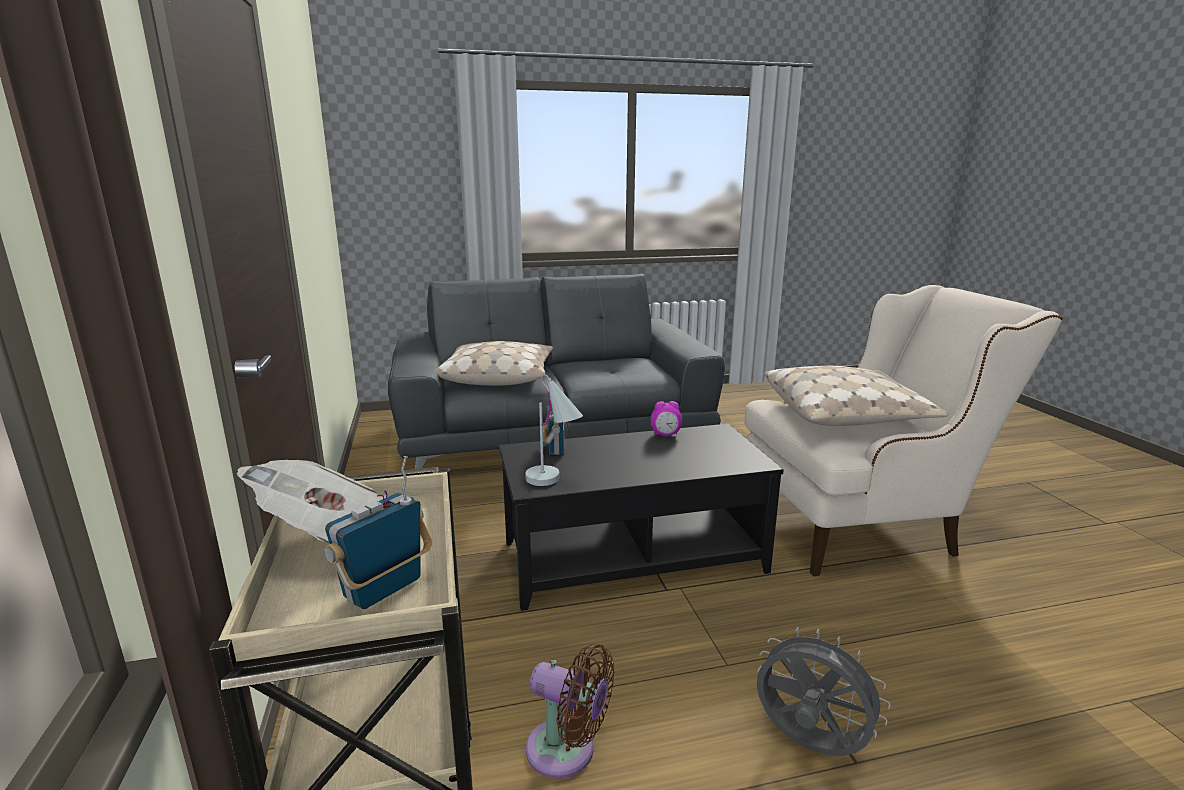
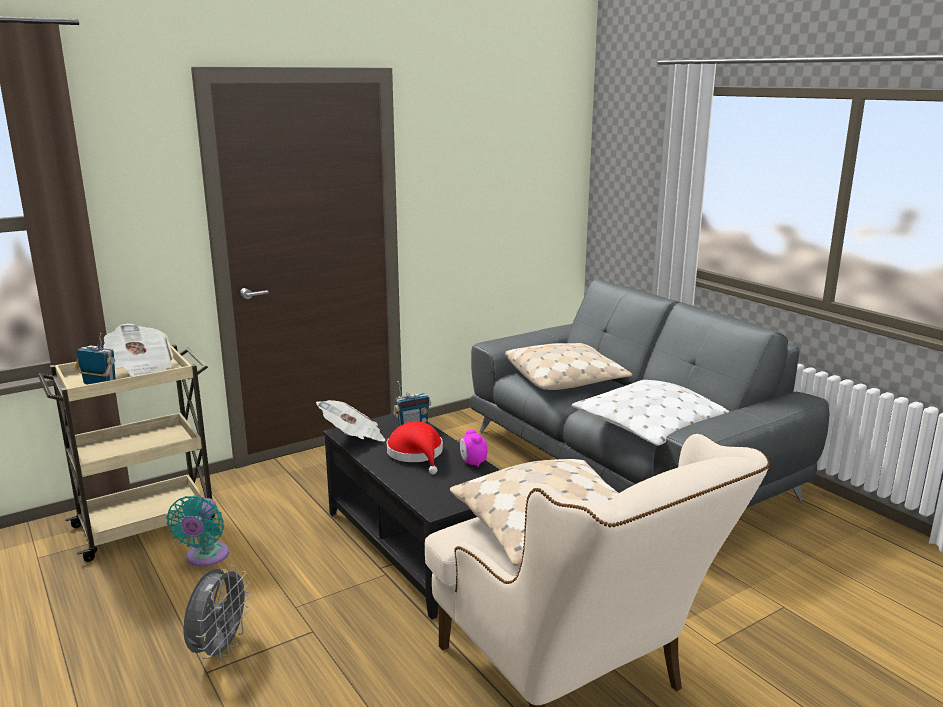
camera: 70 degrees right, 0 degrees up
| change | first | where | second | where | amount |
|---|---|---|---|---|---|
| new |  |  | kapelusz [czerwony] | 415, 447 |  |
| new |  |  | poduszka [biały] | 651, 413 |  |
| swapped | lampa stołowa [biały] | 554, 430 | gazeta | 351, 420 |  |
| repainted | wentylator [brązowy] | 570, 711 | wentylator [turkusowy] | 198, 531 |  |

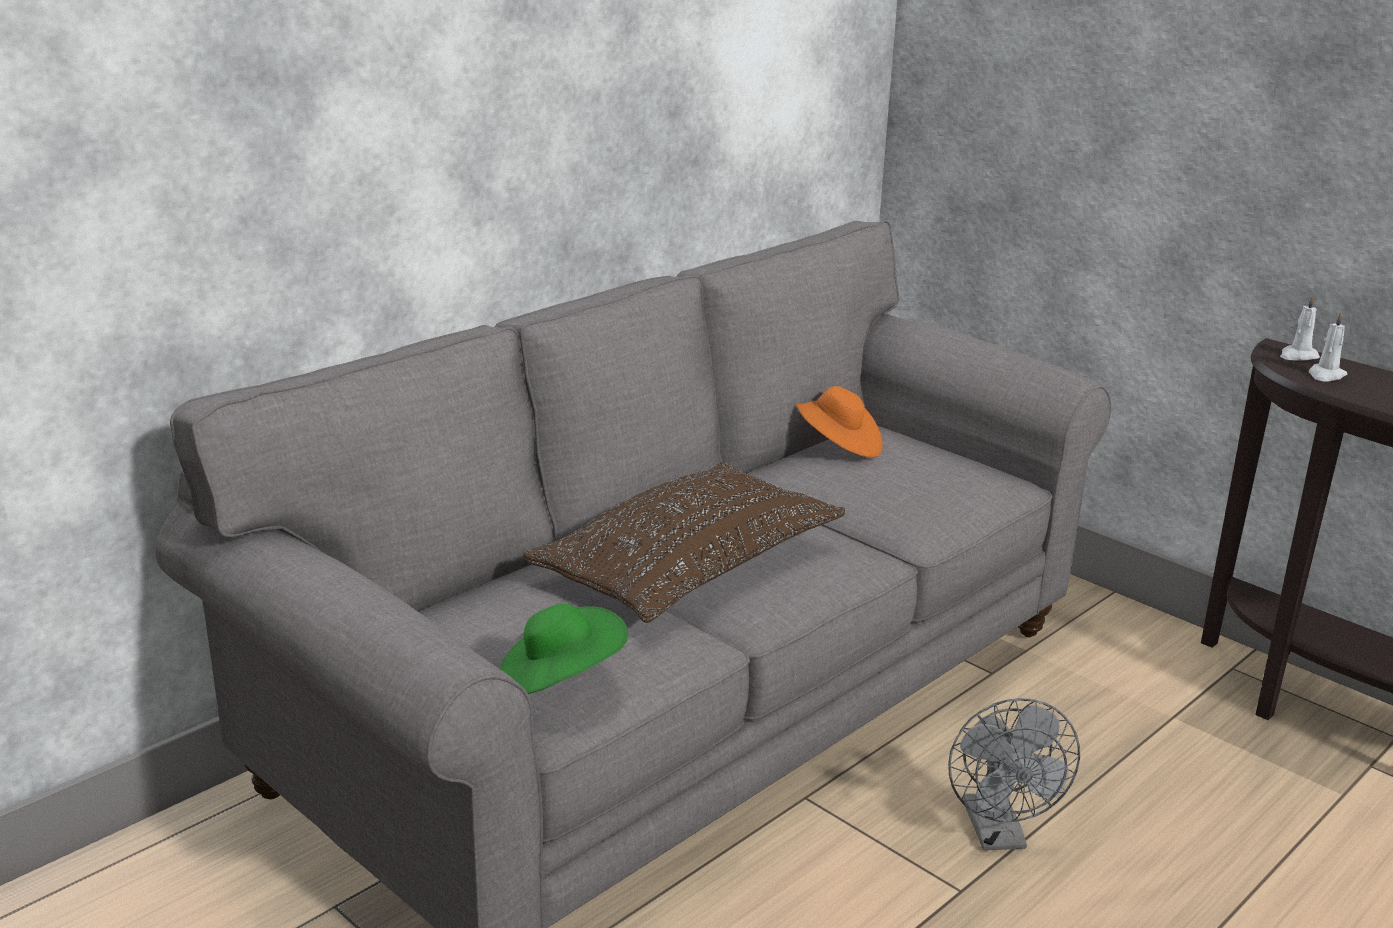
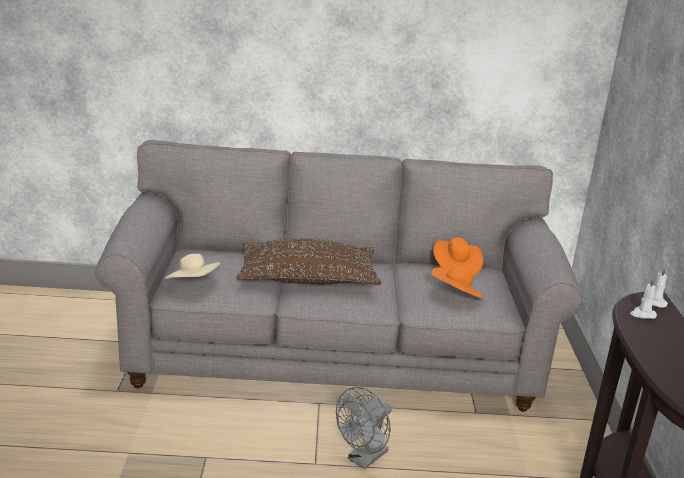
camera: 45 degrees right, 0 degrees up
| change | first | where | second | where | amount |
|---|---|---|---|---|---|
| new |  |  | kapelusz [pomarańczowy] | 457, 282 |  |
| repainted | kapelusz [zielony] | 564, 649 | kapelusz [beżowy] | 192, 266 |  |

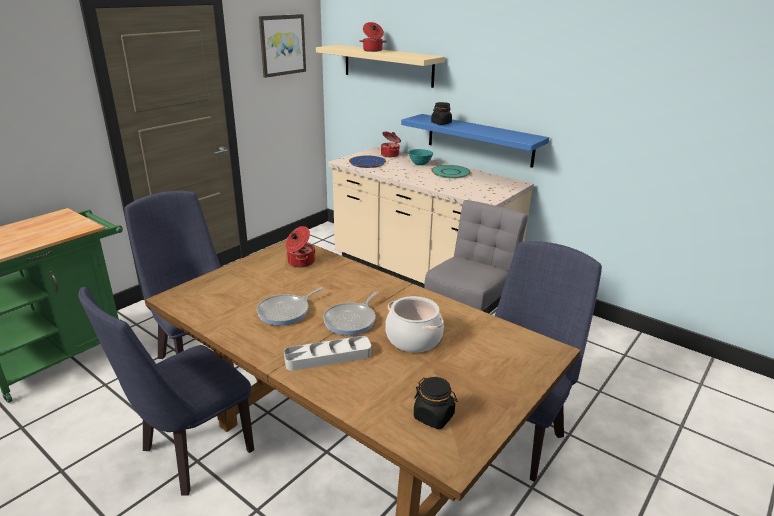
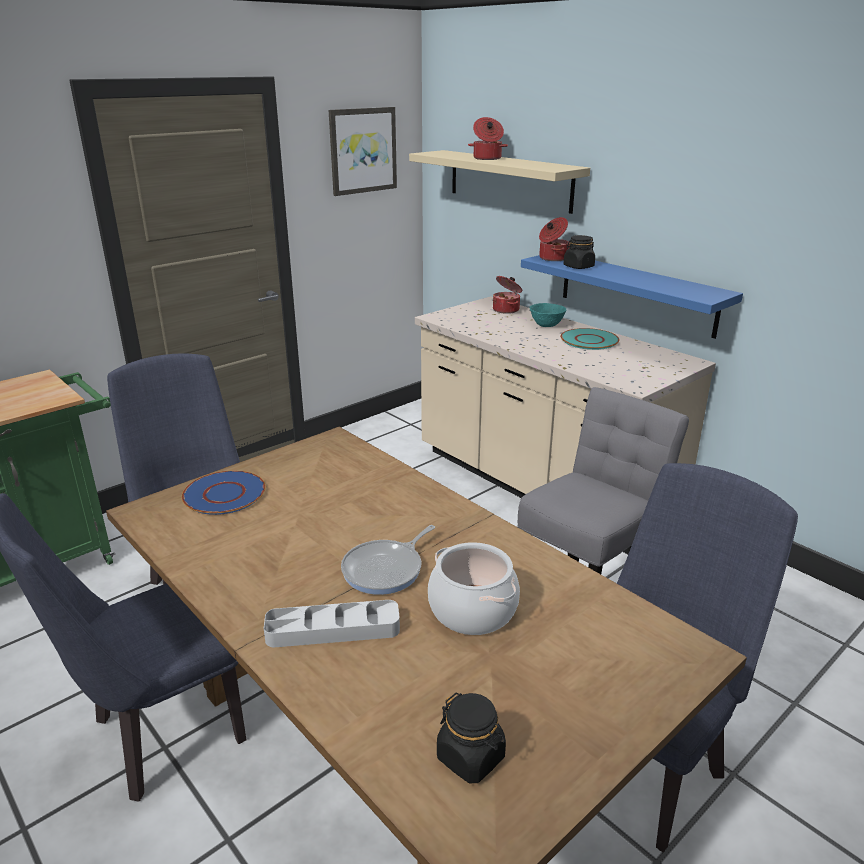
camera: 10 degrees right, 0 degrees up
| change | first | where | second | where | amount |
|---|---|---|---|---|---|
| gone | patelnia | 290, 306 |  |  |  |
| shifted | garnek | 301, 247 |  | 554, 239 |  |
| shifted | talerz [niebieski] | 367, 161 |  | 224, 493 |  |

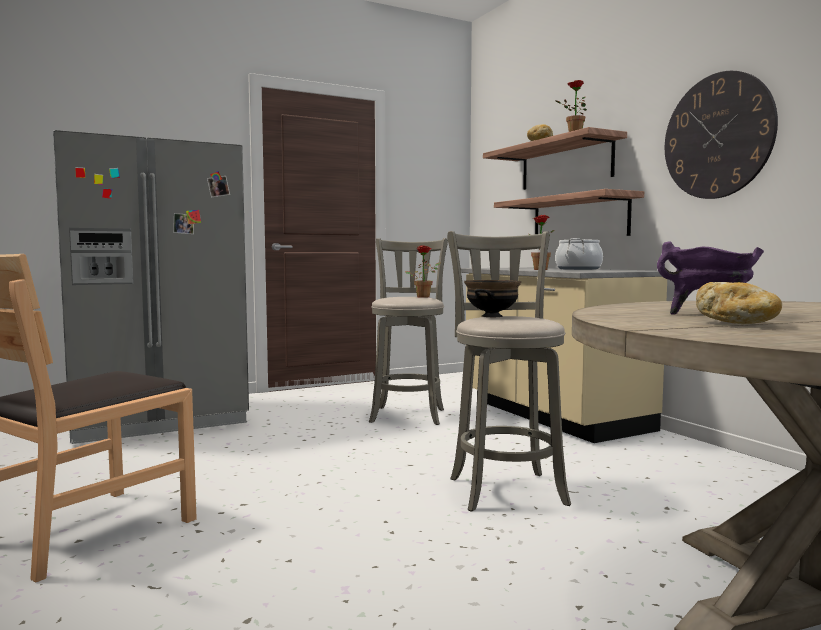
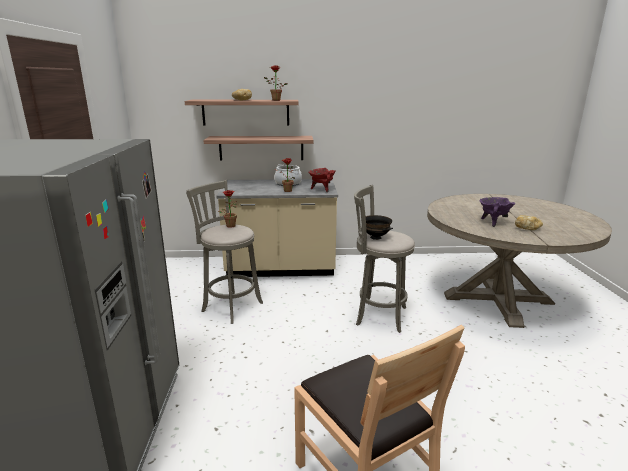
camera: 65 degrees left, 15 degrees up
| change | first | where | second | where | amount |
|---|---|---|---|---|---|
| gone | zegar ścienny | 721, 135 |  |  |  |
| new |  |  | garnek [czerwony] | 321, 180 |  |

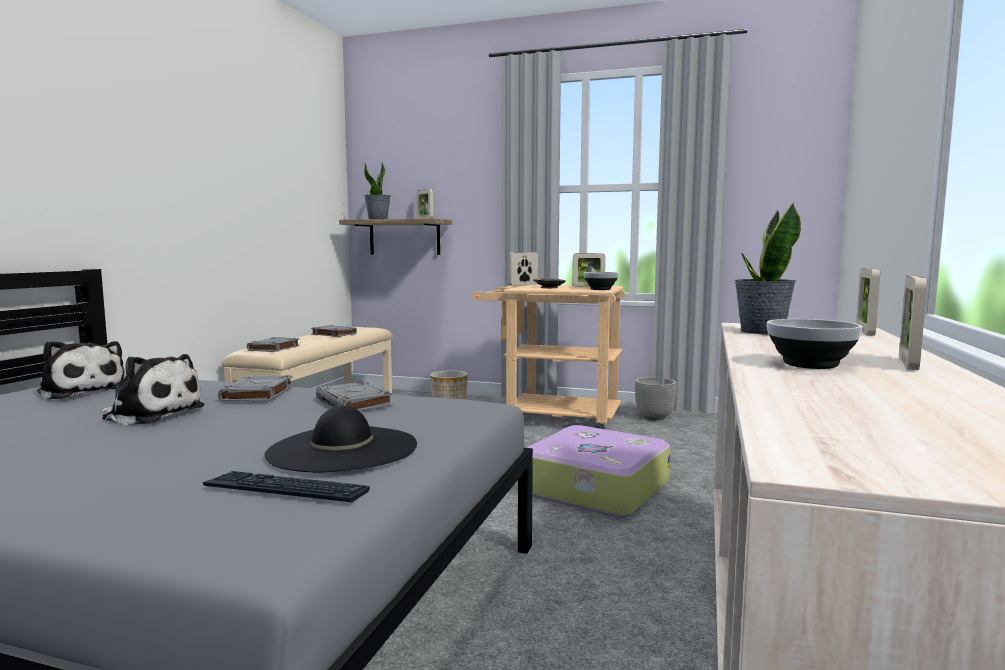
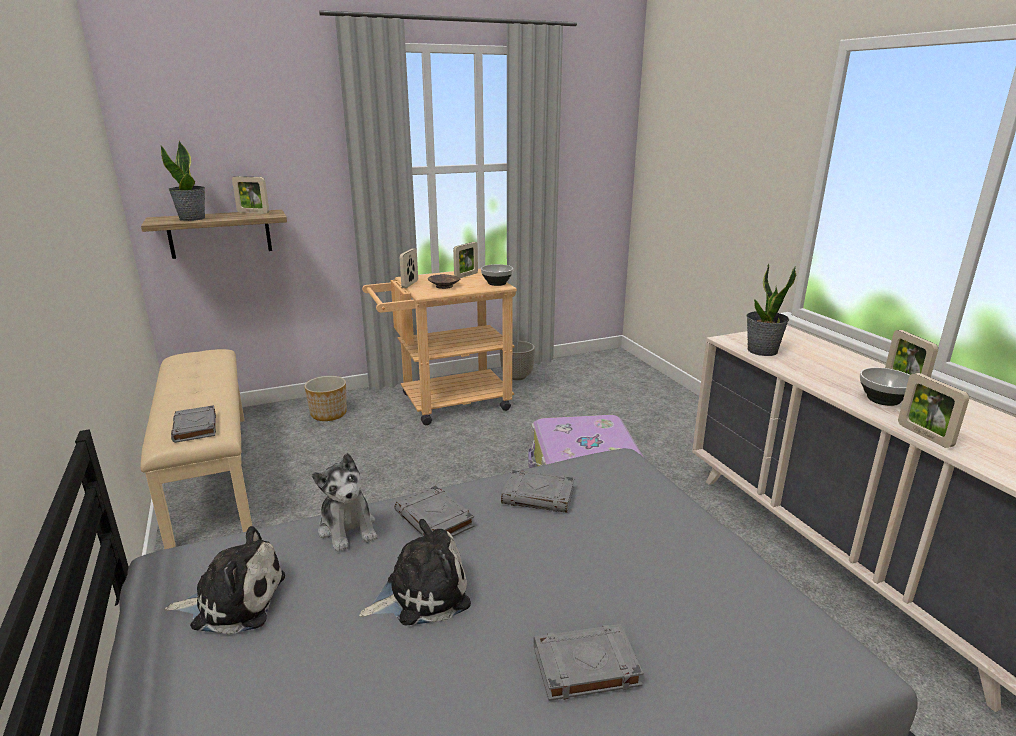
camera: 40 degrees left, 15 degrees up
| change | first | where | second | where | amount |
|---|---|---|---|---|---|
| gone | klawiatura | 286, 486 |  |  |  |
| gone | kapelusz [czarny] | 341, 439 |  |  |  |
| new |  |  | pluszak | 344, 502 |  |
| shifted | książka [szary] | 334, 331 |  | 588, 662 |  |
| shifted | ramka na zdjęcie | 868, 302 |  | 933, 410 |  |

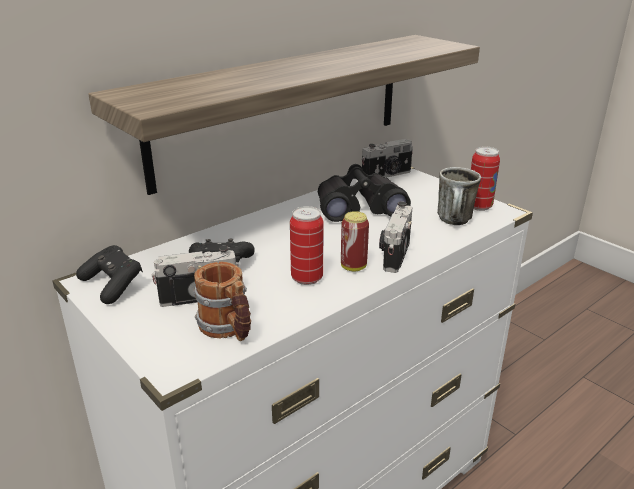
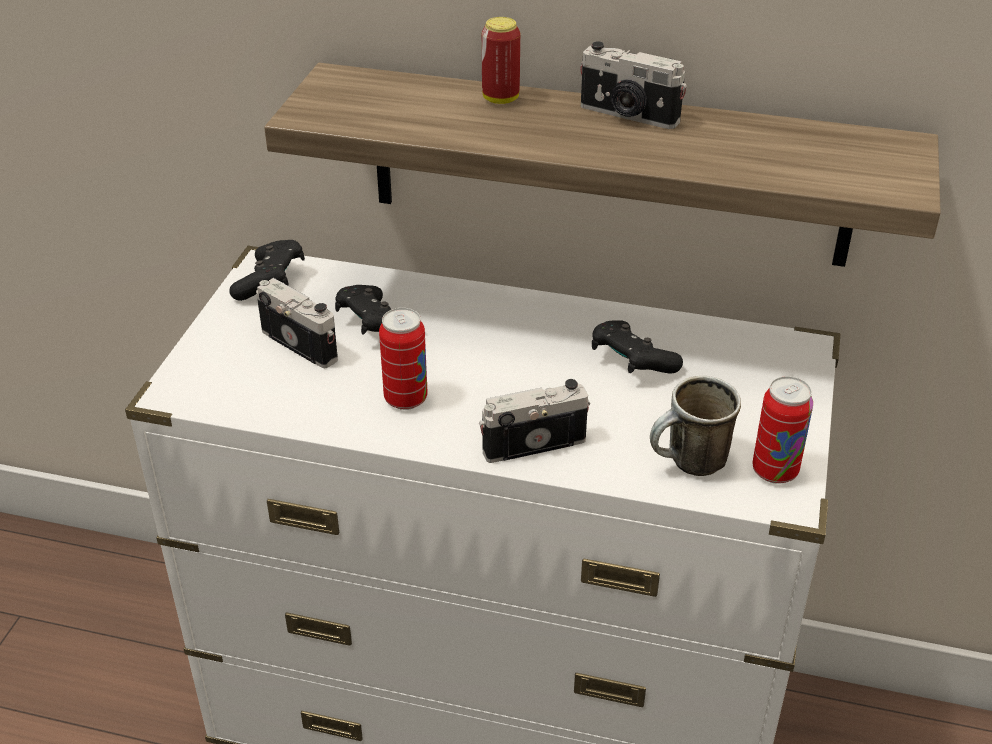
camera: 55 degrees right, 10 degrees up
| change | first | where | second | where | amount |
|---|---|---|---|---|---|
| gone | kubek | 222, 301 |  |  |  |
| shifted | puszka | 355, 241 |  | 501, 60 |  |
| shifted | aparat fotograficzny | 387, 158 |  | 633, 85 |  |
| swapped | lornetka [czarny] | 364, 193 | pad do gier [czarny] | 637, 346 |  |

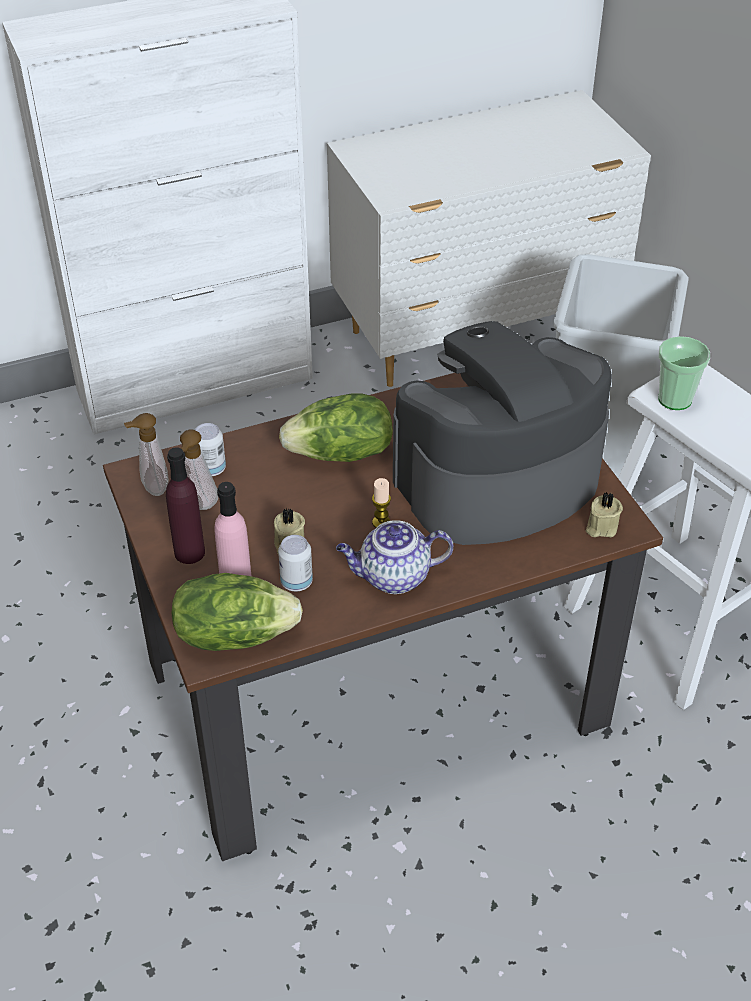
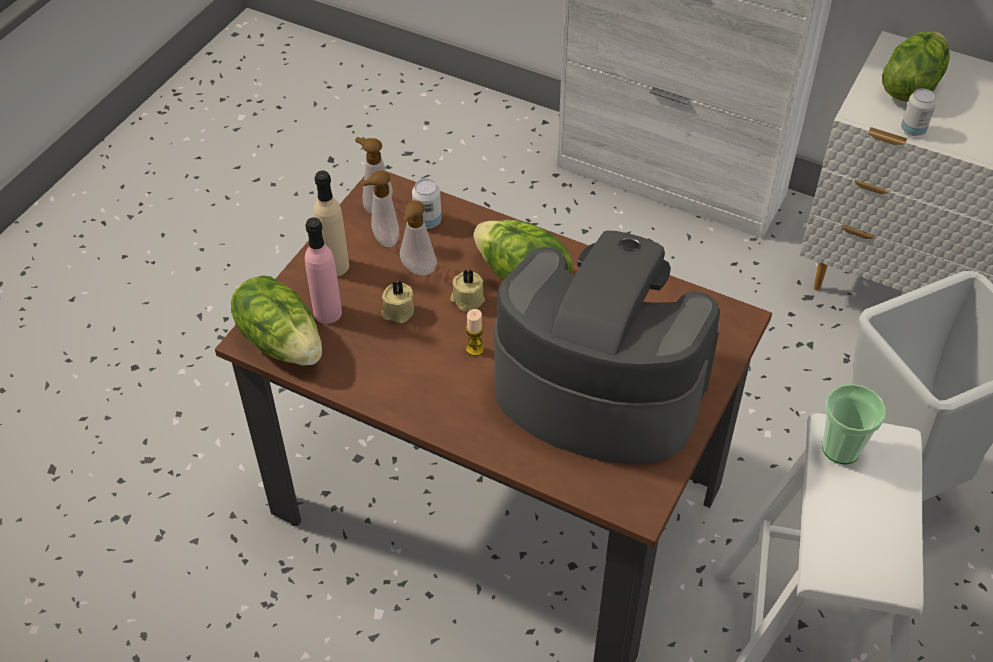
camera: 50 degrees right, 5 degrees up
| change | first | where | second | where | amount |
|---|---|---|---|---|---|
| gone | imbryk | 394, 557 |  |  |  |
| new |  |  | dozownik mydła | 418, 237 |  |
| new |  |  | sałata | 916, 67 |  |
| shifted | puszka | 295, 563 |  | 918, 112 |  |
| shifted | świeca [beżowy] | 604, 514 |  | 467, 290 |  |
| repainted | butelka [fioletowy] | 185, 505 | butelka [beżowy] | 331, 223 |  |

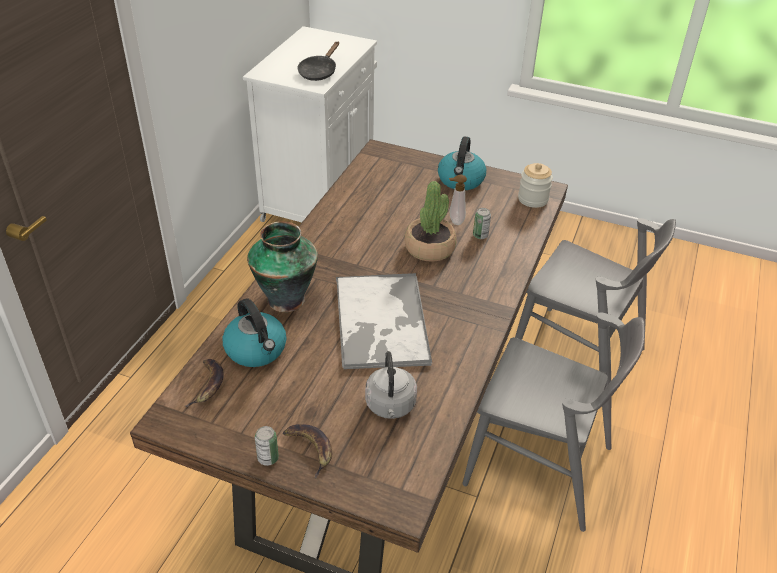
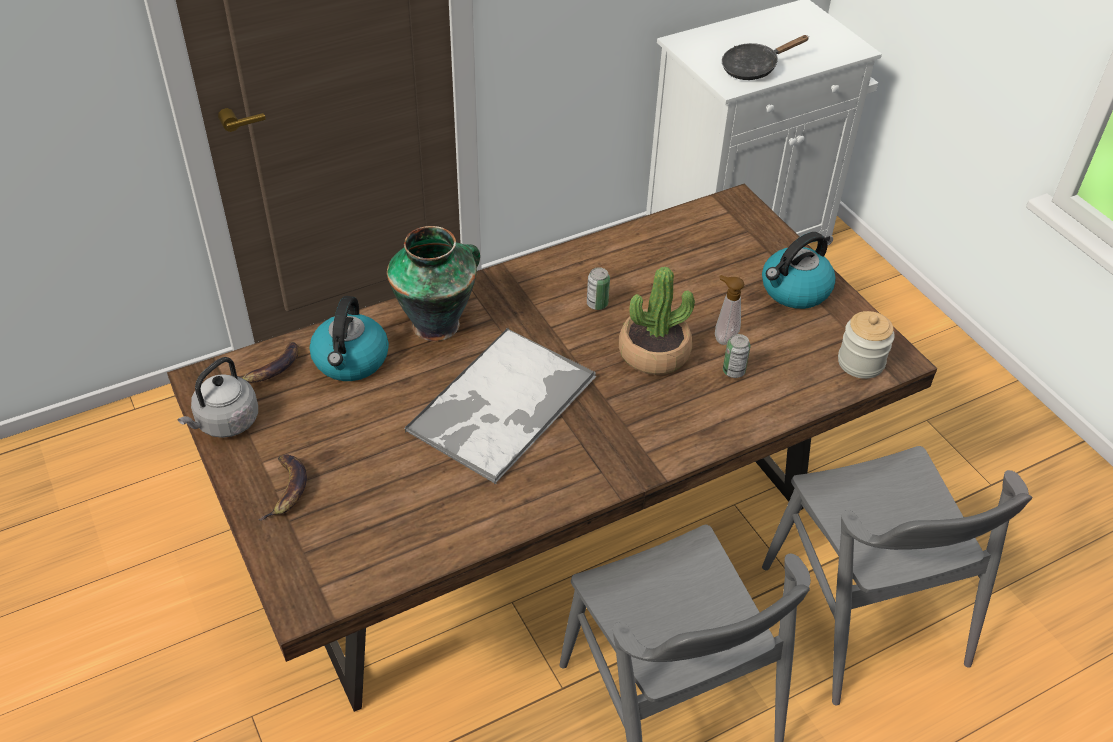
camera: 40 degrees right, 5 degrees up
| change | first | where | second | where | amount |
|---|---|---|---|---|---|
| shifted | puszka | 267, 446 |  | 598, 288 |  |
| shifted | czajnik [szary] | 391, 385 |  | 217, 397 |  |

